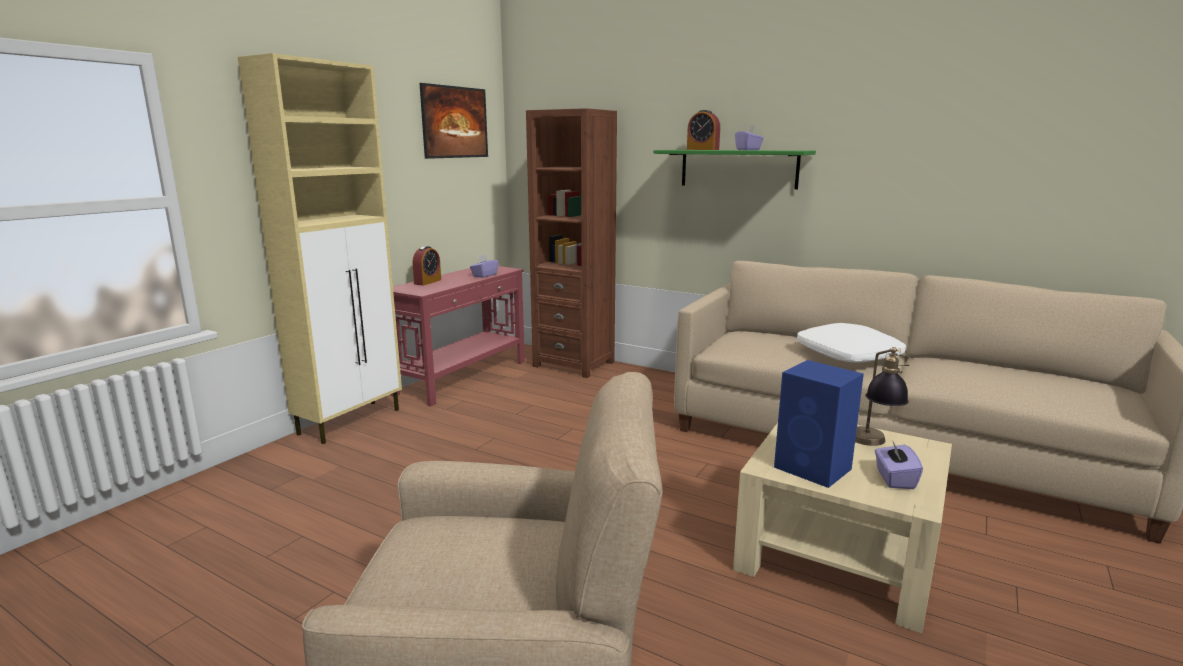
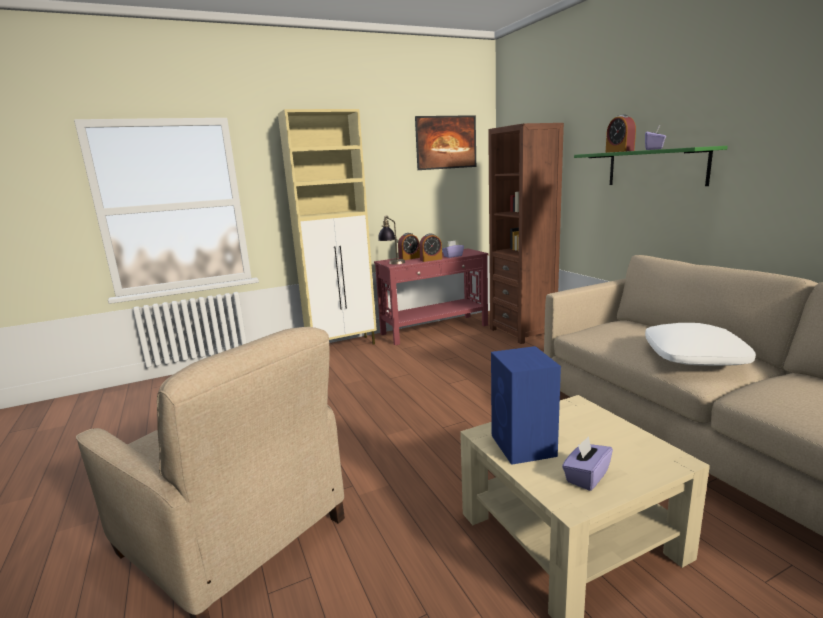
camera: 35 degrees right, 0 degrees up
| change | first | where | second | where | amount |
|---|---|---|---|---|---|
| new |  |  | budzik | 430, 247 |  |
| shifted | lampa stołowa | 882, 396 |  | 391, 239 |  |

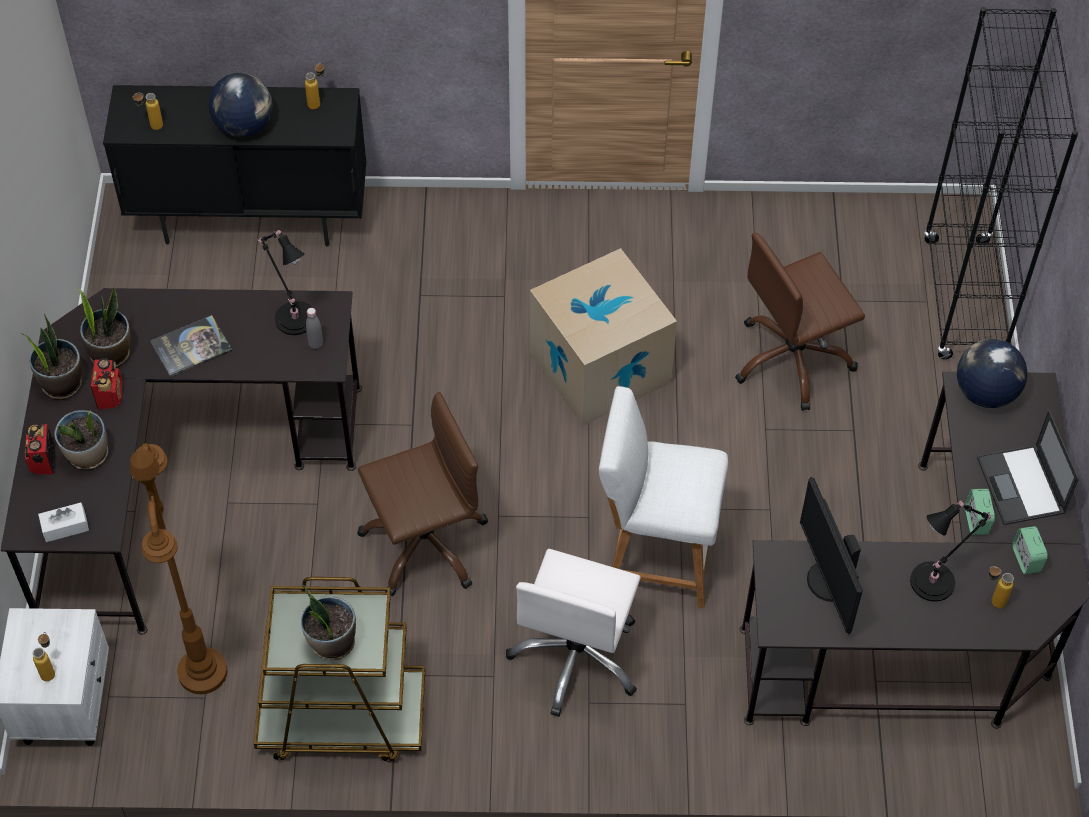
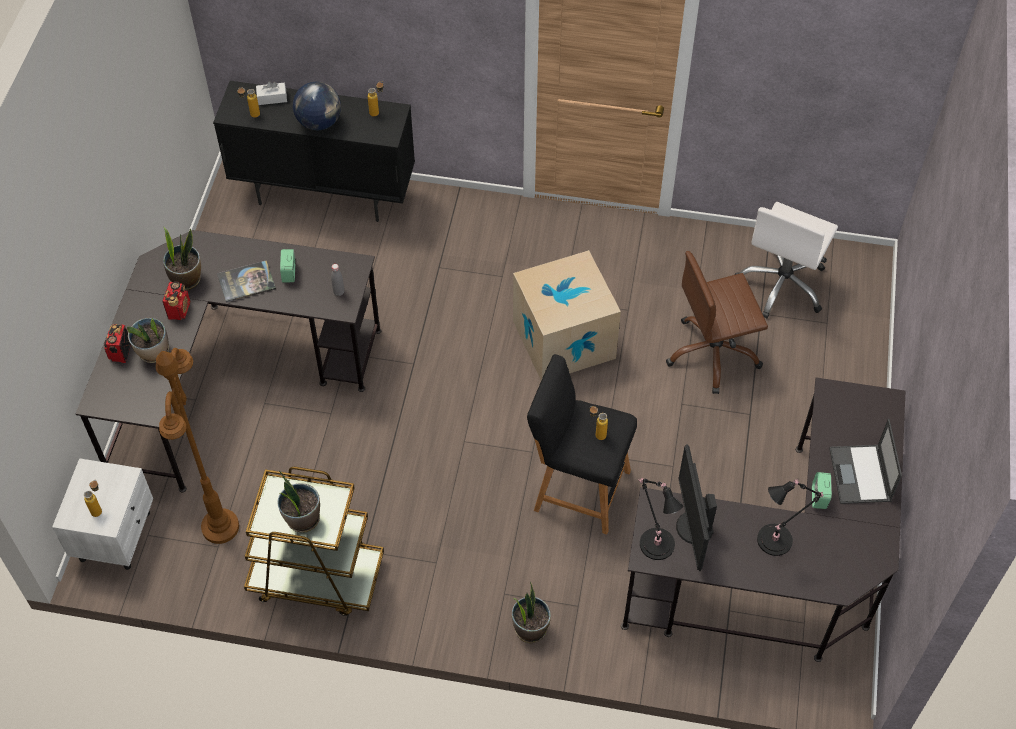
camera: 10 degrees right, 0 degrees up
| change | first | where | second | where | amount |
|---|---|---|---|---|---|
| gone | krzesło biurowe [brązowy] | 422, 494 |  |  |  |
| gone | regał [czarny] | 1000, 183 |  |  |  |
| gone | globus | 992, 373 |  |  |  |
| shifted | roślina doniczkowa | 51, 357 |  | 531, 612 |  |
| shifted | pudełko chusteczek [biały] | 63, 522 |  | 271, 93 |  |
| shifted | lampa stołowa [czarny] | 284, 282 |  | 660, 519 |  |
| shifted | krzesło biurowe [biały] | 573, 633 |  | 786, 260 |  |
| shifted | butelka | 1001, 587 |  | 599, 423 |  |
| shifted | budzik | 1030, 550 |  | 287, 265 |  |
| repainted | stołek [biały] | 663, 497 | stołek [czarny] | 582, 444 |  |

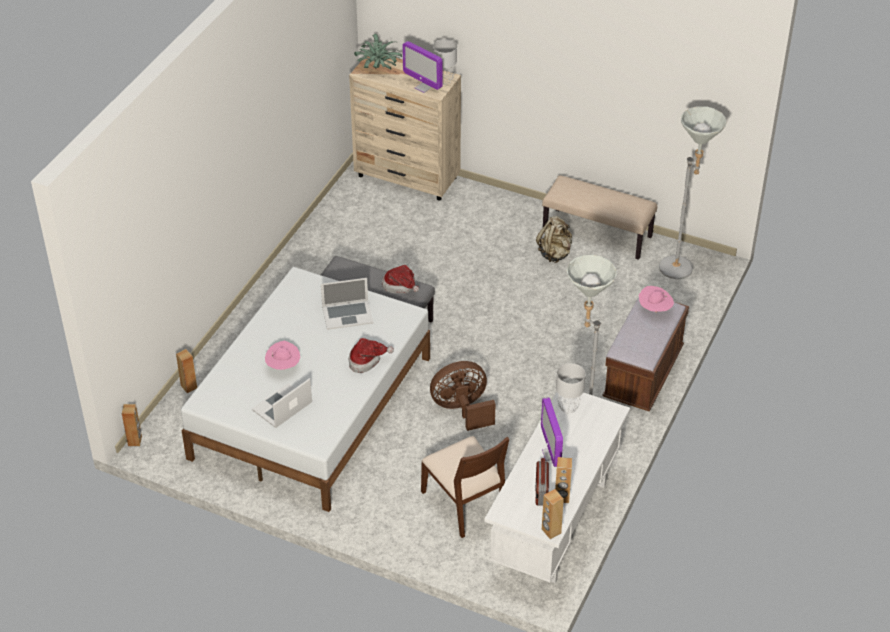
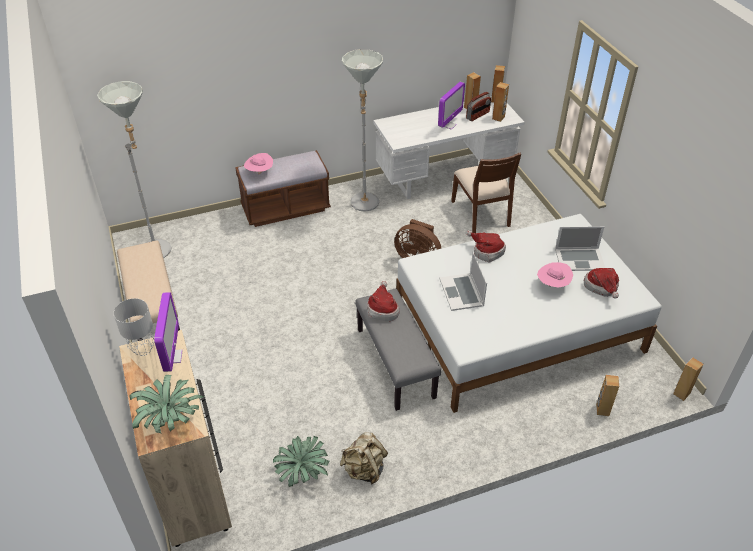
camera: 135 degrees left, 0 degrees up
| change | first | where | second | where | amount |
|---|---|---|---|---|---|
| gone | lampa stołowa [szary] | 570, 388 |  |  |  |
| new |  |  | roślina doniczkowa | 301, 461 |  |
| new |  |  | głośnik [brązowy] | 500, 102 |  |
| new |  |  | kapelusz | 601, 283 |  |
| shifted | plecak [beżowy] | 554, 239 |  | 364, 458 |  |
| rotated | laptop | 347, 304 |  | 463, 281 | 135 degrees counterclockwise |
| rotated | krzesło [brązowy] | 465, 487 |  | 486, 192 | 150 degrees clockwise |

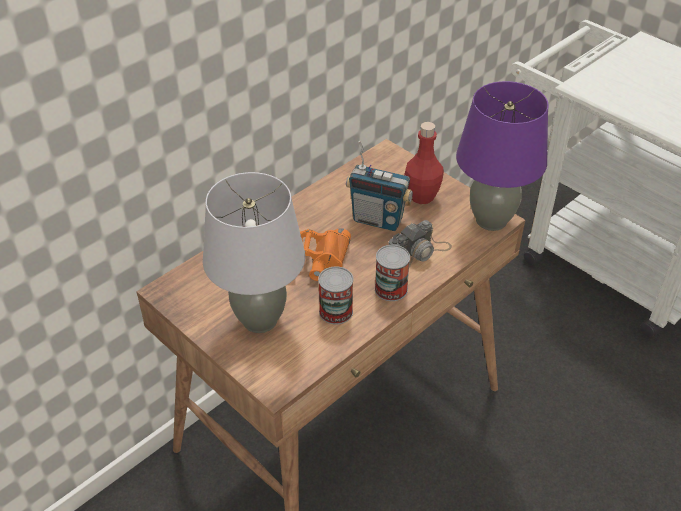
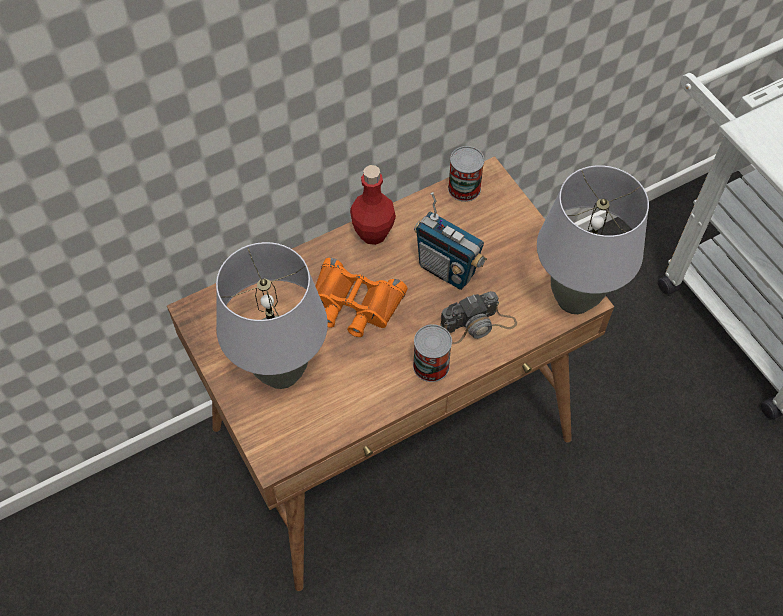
camera: 15 degrees right, 15 degrees up
| change | first | where | second | where | amount |
|---|---|---|---|---|---|
| shifted | puszka | 336, 295 |  | 466, 174 |  |
| shifted | butelka [czerwony] | 424, 163 |  | 373, 205 |  |
| repainted | lampa stołowa [fioletowy] | 502, 156 | lampa stołowa [szary] | 593, 239 |  |

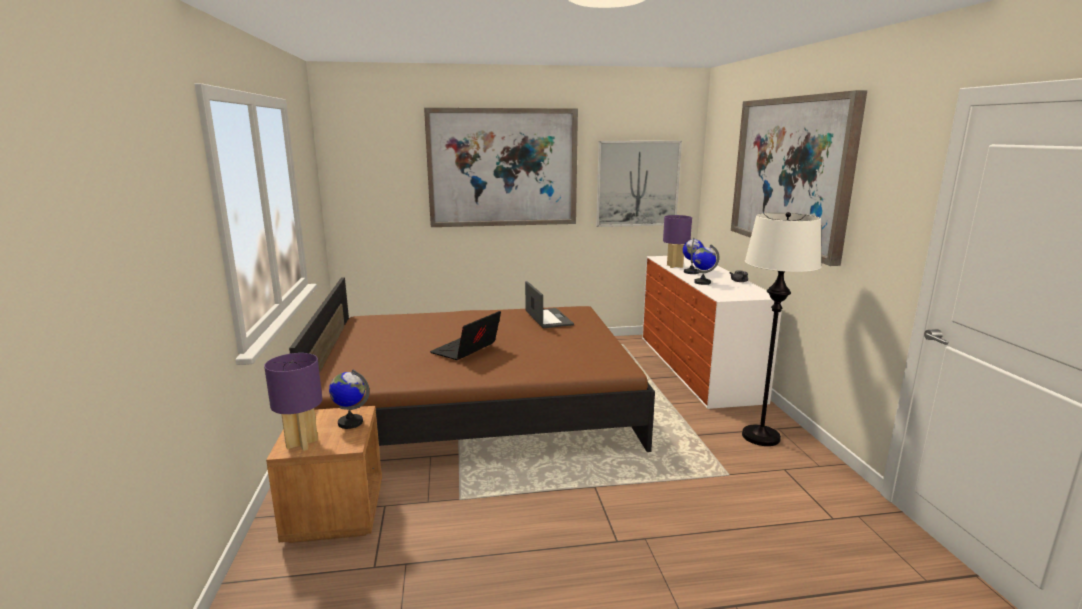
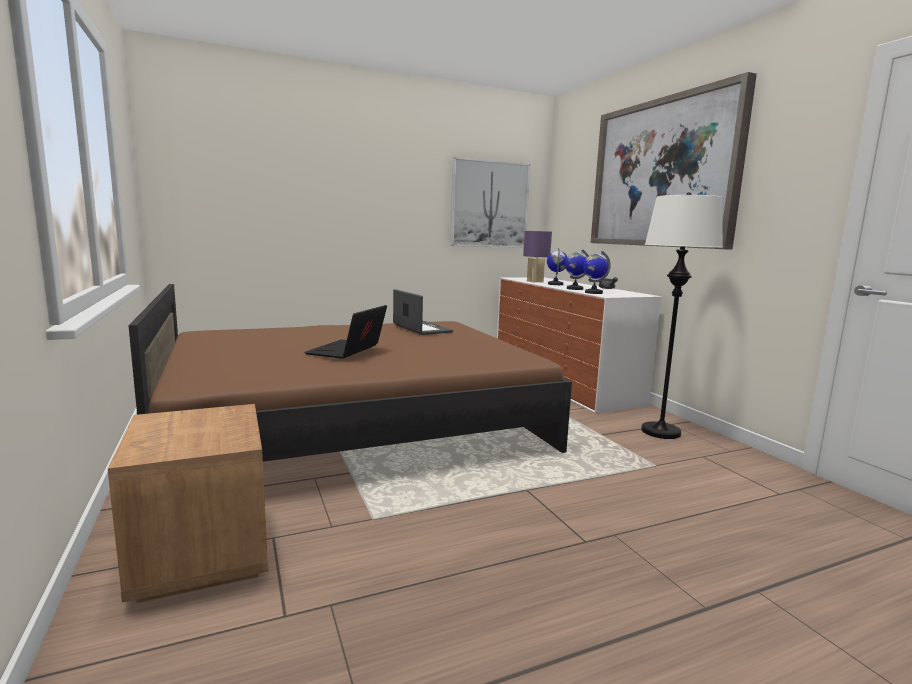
camera: 15 degrees left, 5 degrees down
| change | first | where | second | where | amount |
|---|---|---|---|---|---|
| gone | lampa stołowa [fioletowy] | 293, 402 |  |  |  |
| gone | obraz | 501, 167 |  |  |  |
| shifted | globus | 349, 399 |  | 597, 272 |  |

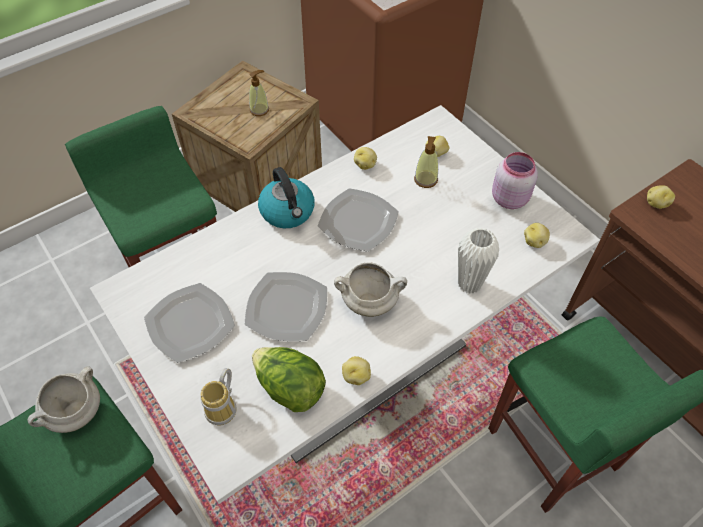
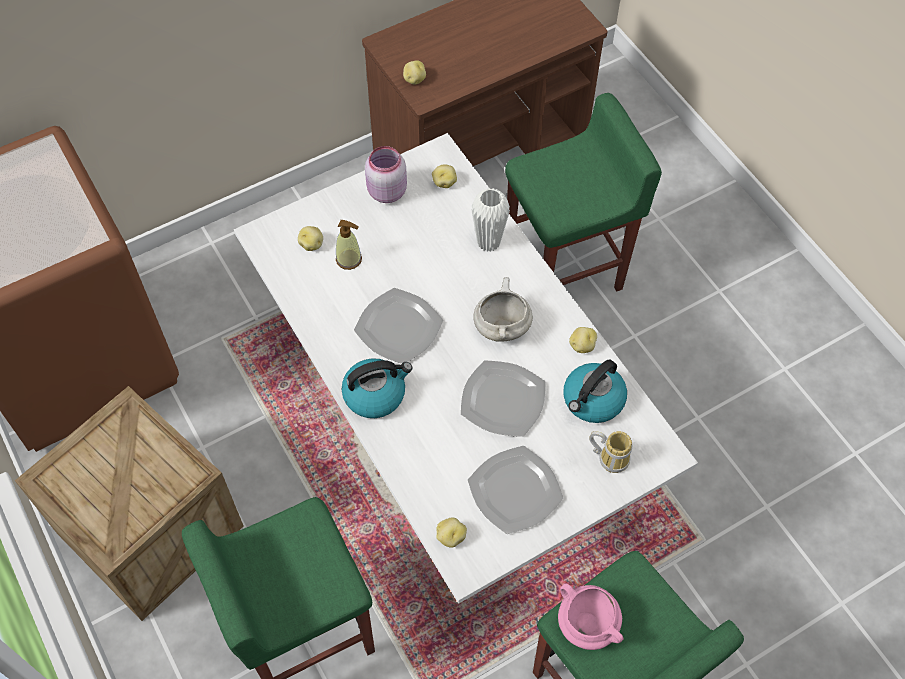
camera: 85 degrees left, 5 degrees up
| change | first | where | second | where | amount |
|---|---|---|---|---|---|
| gone | dozownik mydła | 259, 93 |  |  |  |
| shifted | ziemniak | 365, 158 |  | 451, 532 |  |
| swapped | sałata | 289, 379 | czajnik | 595, 391 |  |
| repainted | garnek [biały] | 63, 399 | garnek [różowy] | 591, 617 |  |

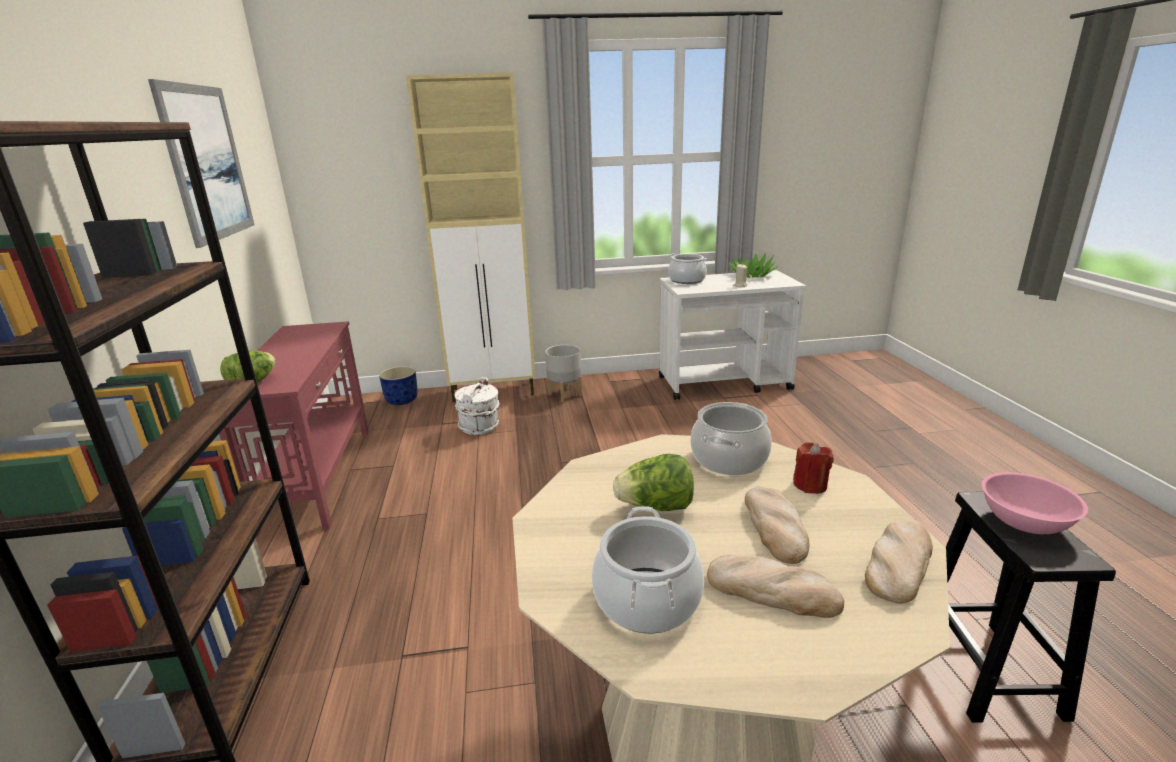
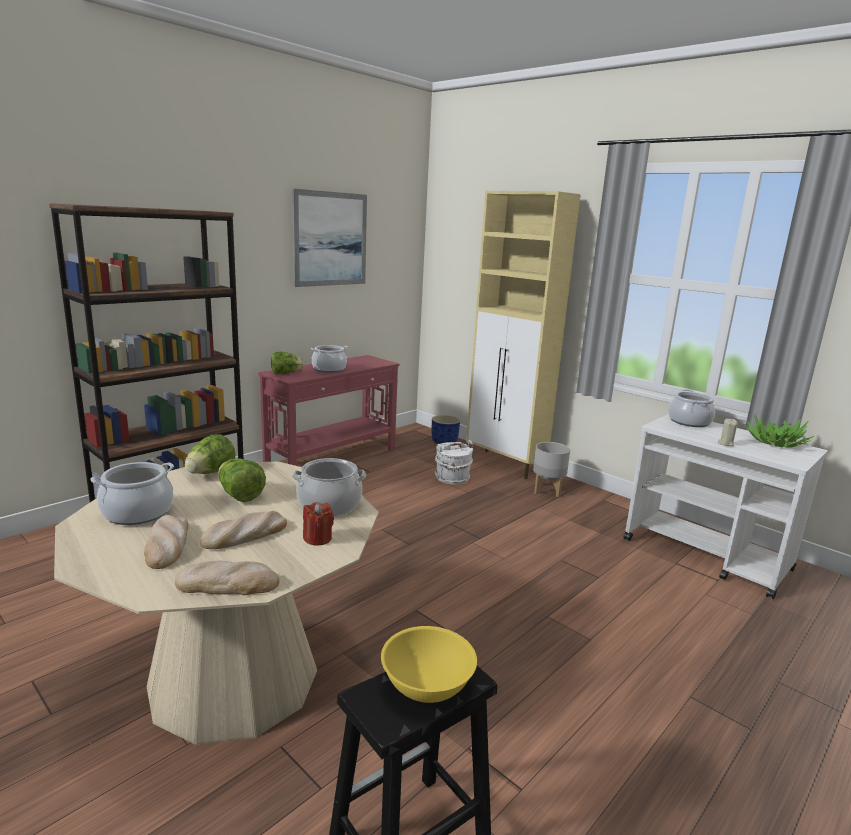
camera: 50 degrees right, 5 degrees down
| change | first | where | second | where | amount |
|---|---|---|---|---|---|
| new |  |  | sałata | 210, 454 |  |
| new |  |  | garnek | 329, 359 |  |
| repainted | miska [różowy] | 1035, 503 | miska [żółty] | 429, 664 |  |

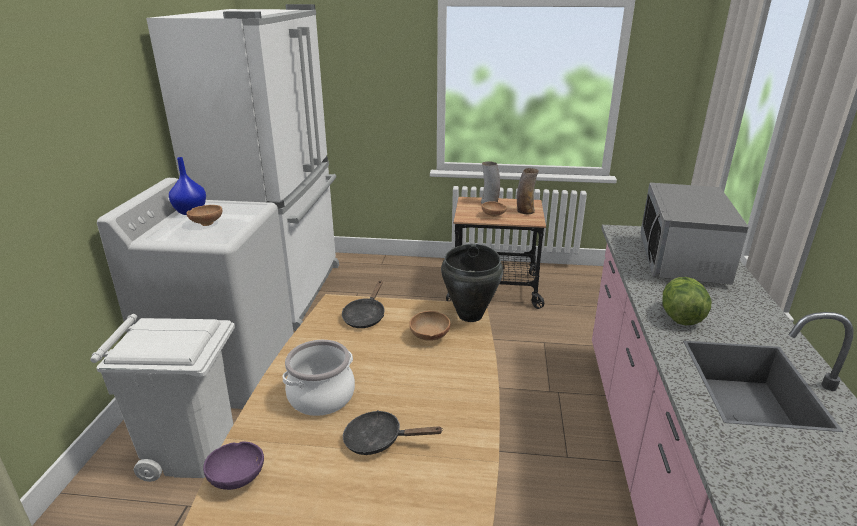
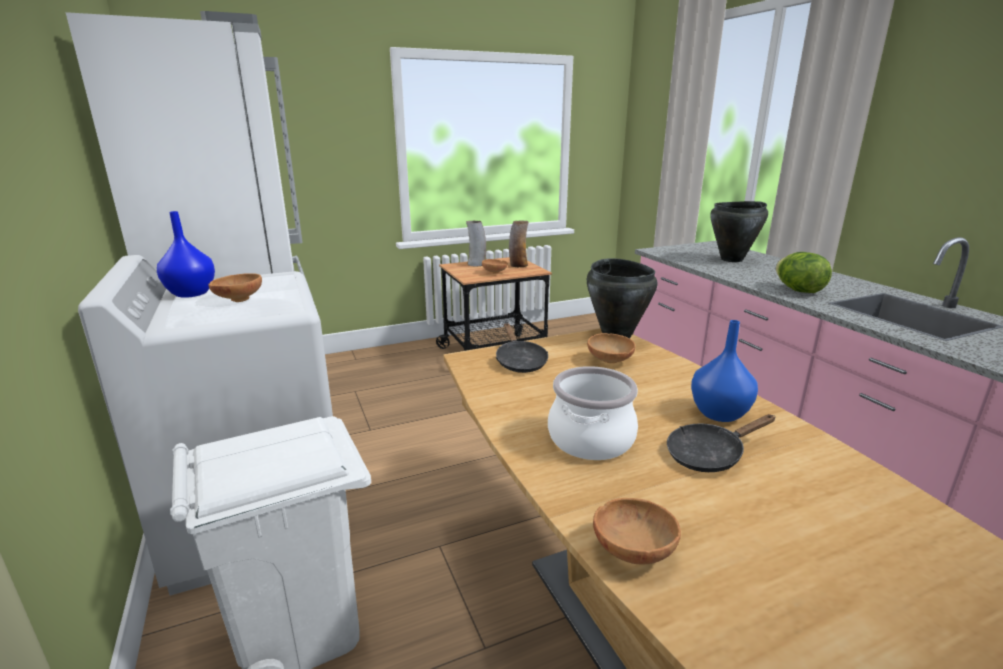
camera: 30 degrees left, 5 degrees down
| change | first | where | second | where | amount |
|---|---|---|---|---|---|
| new |  |  | wazon [niebieski] | 724, 371 |  |
| swapped | mikrofalówka | 694, 234 | garnek [czarny] | 739, 231 |  |
| repainted | miska [fioletowy] | 233, 466 | miska [brązowy] | 637, 531 |  |

